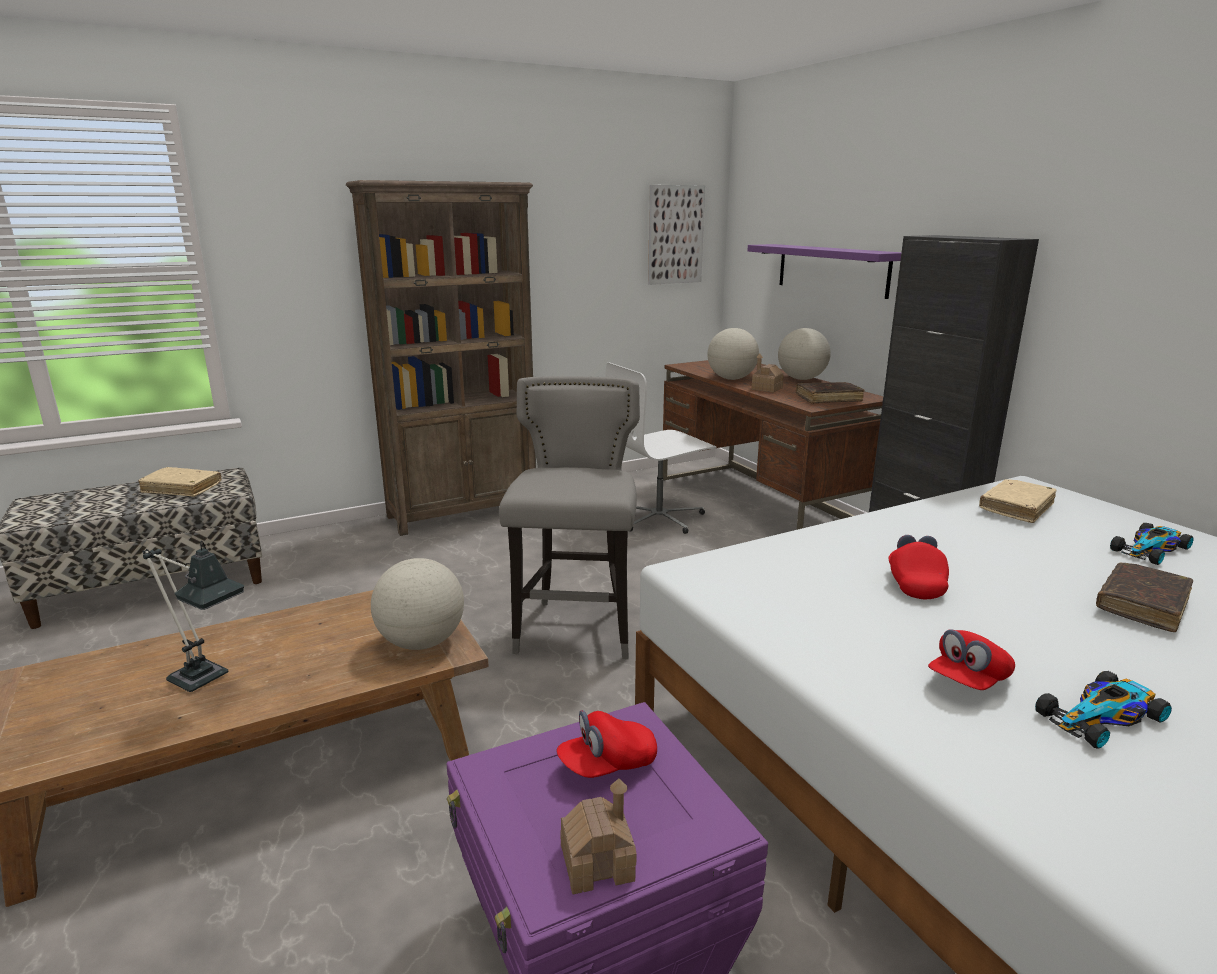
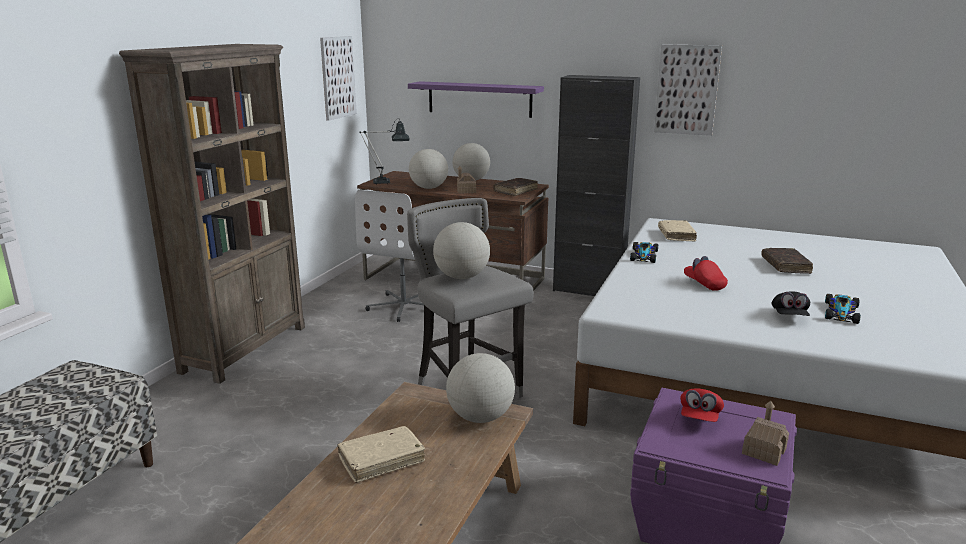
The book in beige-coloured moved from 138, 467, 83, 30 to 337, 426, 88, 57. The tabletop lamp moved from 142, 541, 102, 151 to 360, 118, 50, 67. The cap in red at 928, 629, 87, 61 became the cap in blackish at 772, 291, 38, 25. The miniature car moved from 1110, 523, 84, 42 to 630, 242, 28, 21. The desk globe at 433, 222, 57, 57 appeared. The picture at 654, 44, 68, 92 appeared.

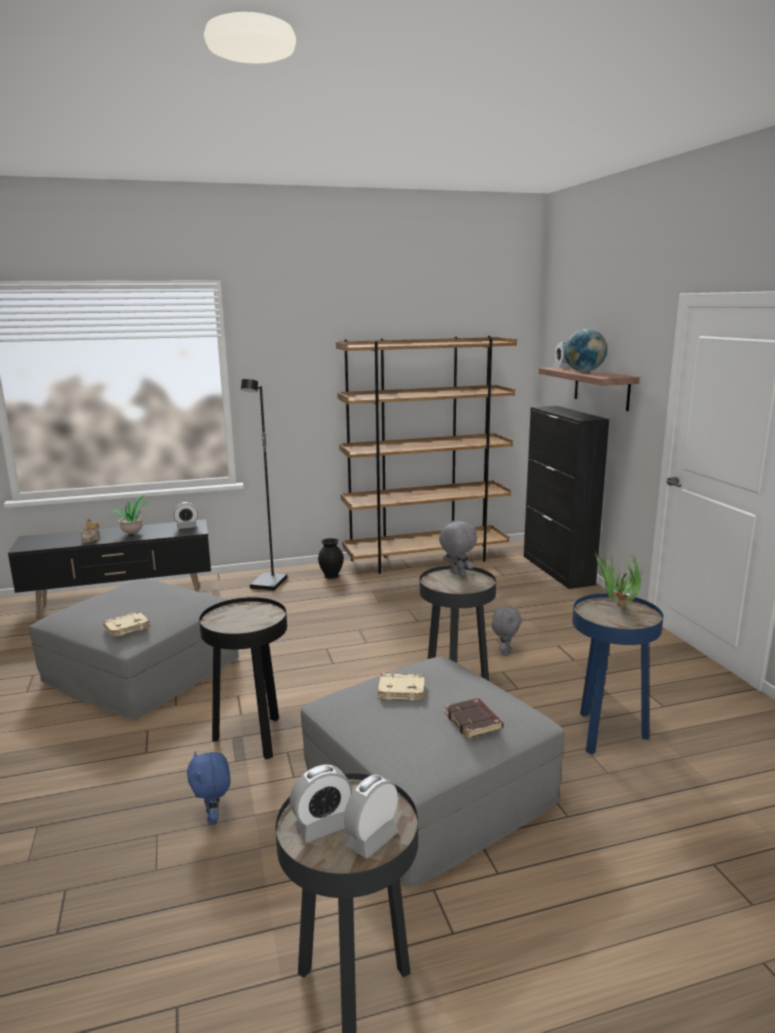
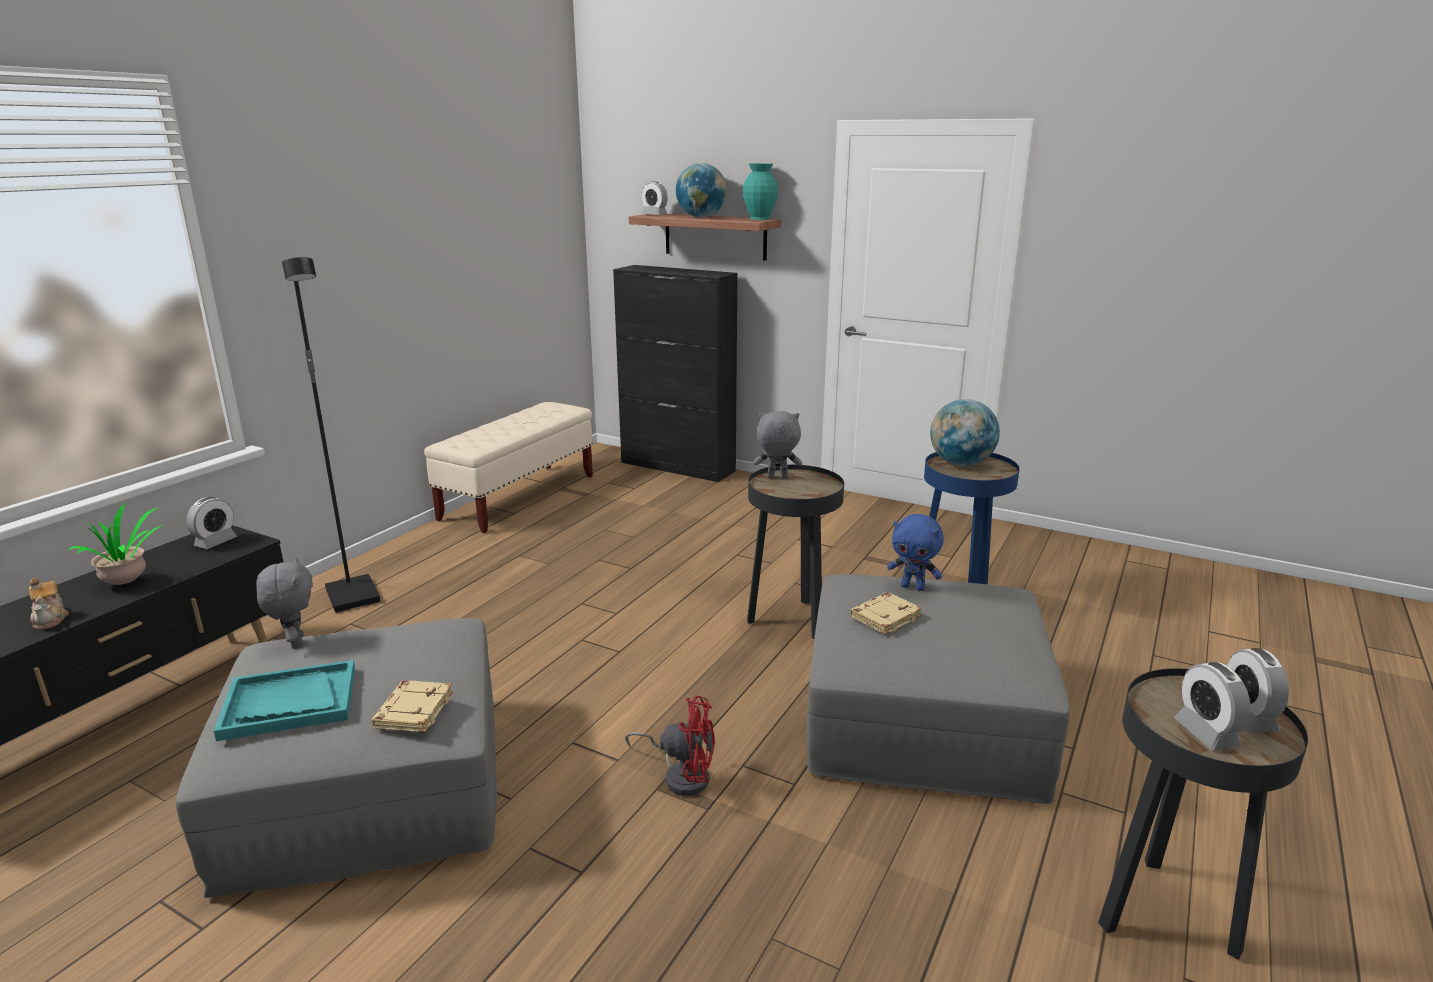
The soft toy in blue moved from 187, 751, 44, 73 to 887, 514, 56, 77. The side table in blackish at 199, 597, 88, 162 was replaced by the electric fan in red at 625, 696, 90, 100. The alarm clock at 290, 765, 62, 77 turned 150 degrees clockwise. The flower vase in blackish at 318, 538, 26, 41 disappeared. The bookshelf in brown at 336, 336, 181, 238 was replaced by the indoor bench in beige-coloured at 424, 402, 169, 131. The book in brown at 445, 698, 59, 41 disappeared. The soft toy in greyish moved from 492, 607, 30, 49 to 256, 558, 57, 91. The houseplant at 593, 551, 49, 57 was replaced by the desk globe at 930, 399, 70, 67. The tray in blue-green at 214, 660, 141, 81 appeared. The flower vase in blue-green at 743, 163, 35, 57 appeared.

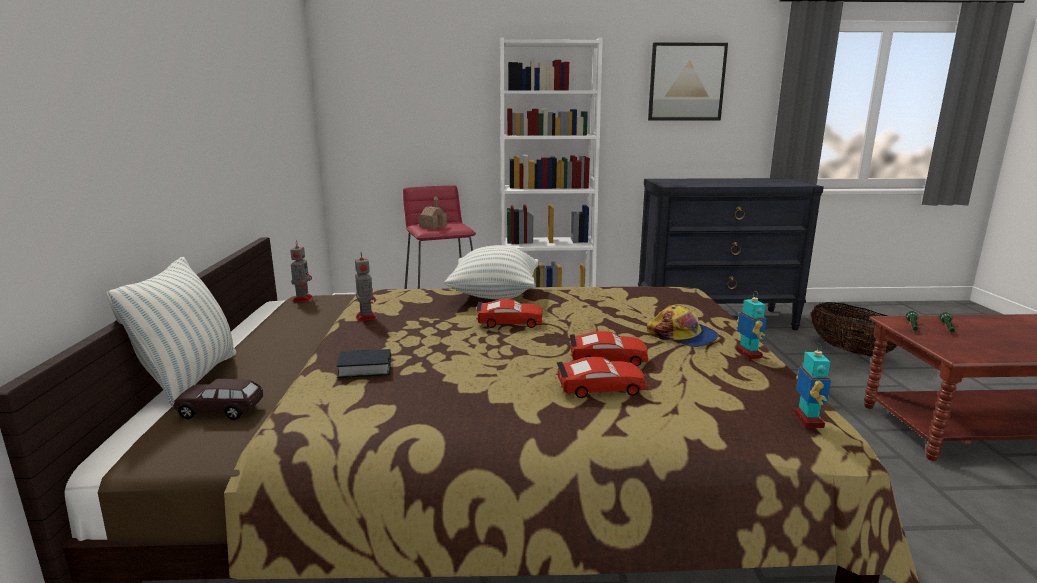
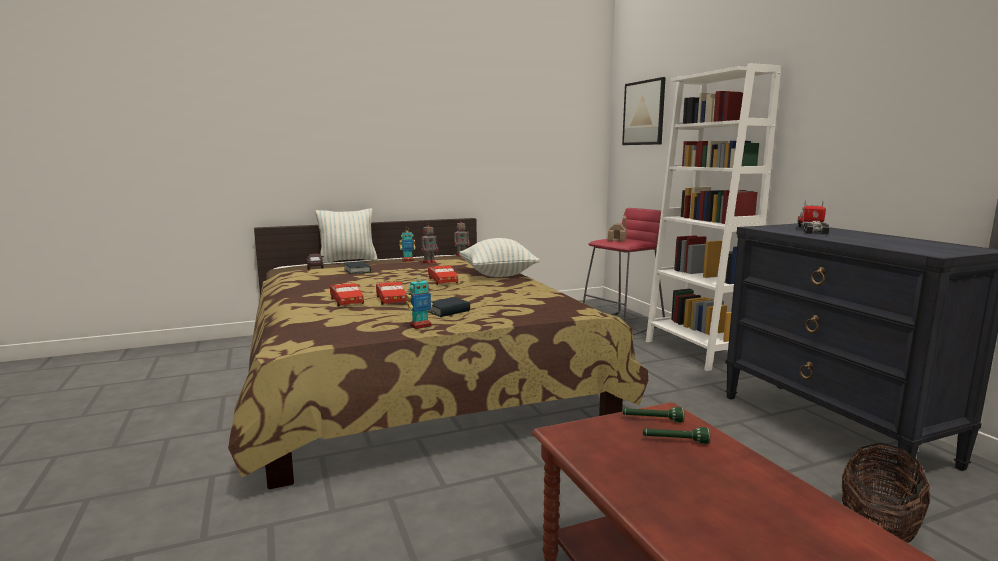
The cap at 647, 305, 71, 42 was replaced by the book at 428, 297, 42, 20. The picture moved from 648, 42, 80, 78 to 622, 77, 44, 68. The toy robot moved from 795, 344, 36, 84 to 399, 227, 17, 35. The model truck at 797, 200, 33, 34 appeared.

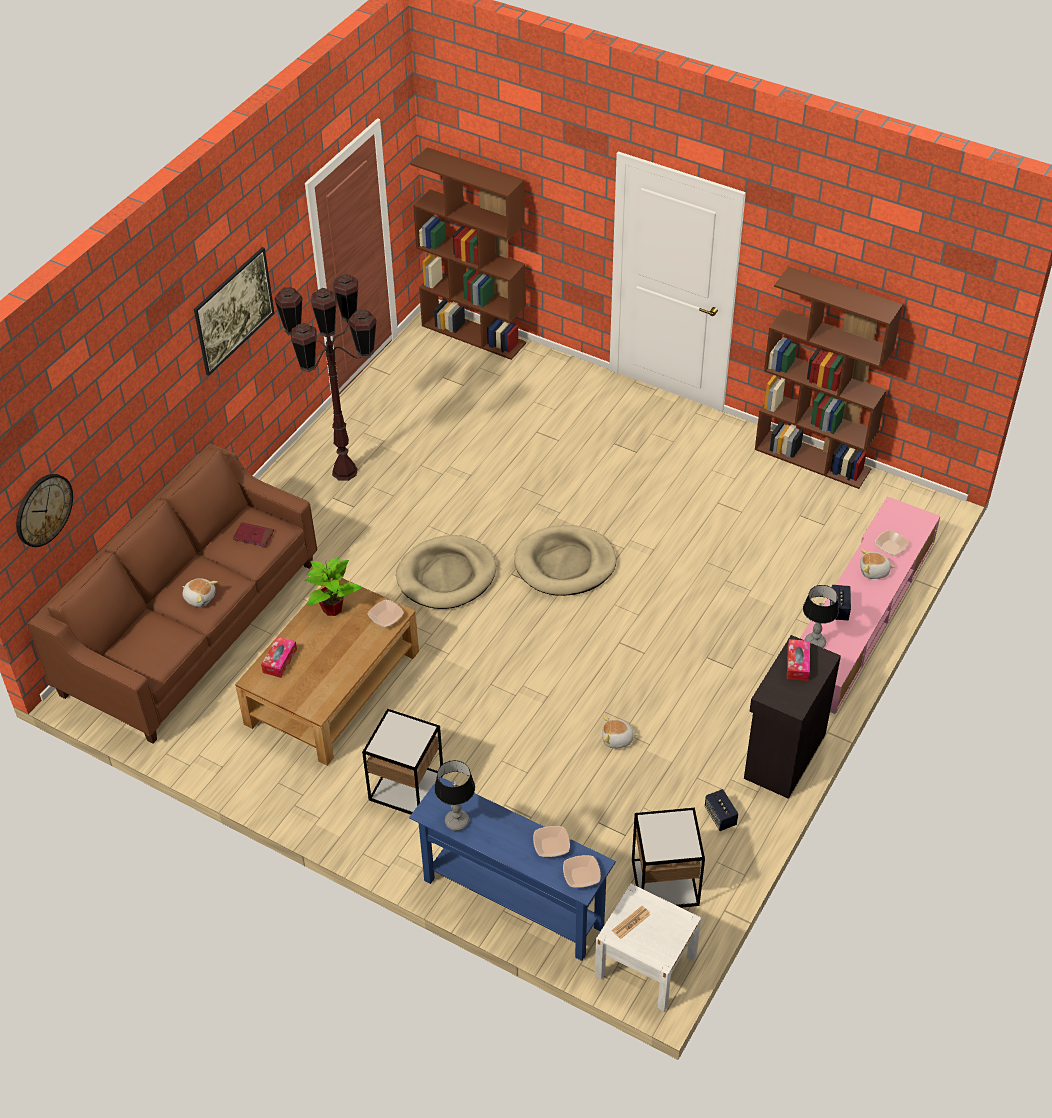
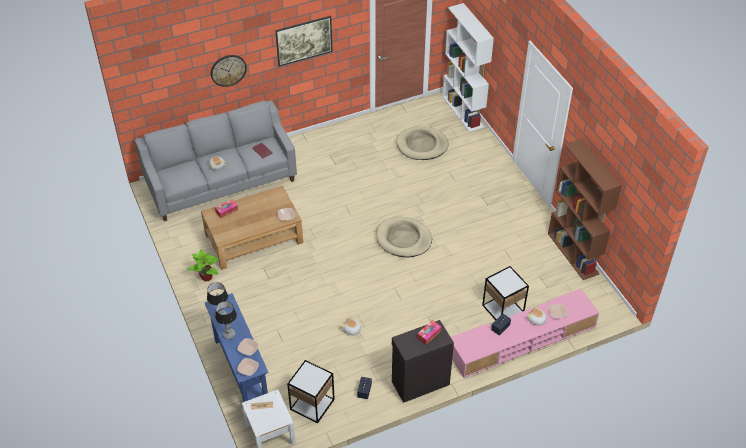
The wall clock moved from 16, 474, 57, 73 to 211, 55, 36, 32. The sofa in brown at 27, 444, 290, 299 became the sofa in greyish at 134, 100, 163, 121. The floor lamp in brown at 274, 274, 103, 207 disappeared. The houseplant moved from 305, 557, 58, 59 to 187, 249, 32, 32. The side table moved from 362, 709, 81, 106 to 482, 266, 47, 54. The dog bed in beige-coloured moved from 396, 535, 100, 74 to 396, 126, 52, 34. The bookshelf in brown at 410, 147, 116, 213 became the bookshelf in white at 442, 3, 52, 129. The tabletop lamp moved from 803, 585, 36, 63 to 215, 301, 22, 38.

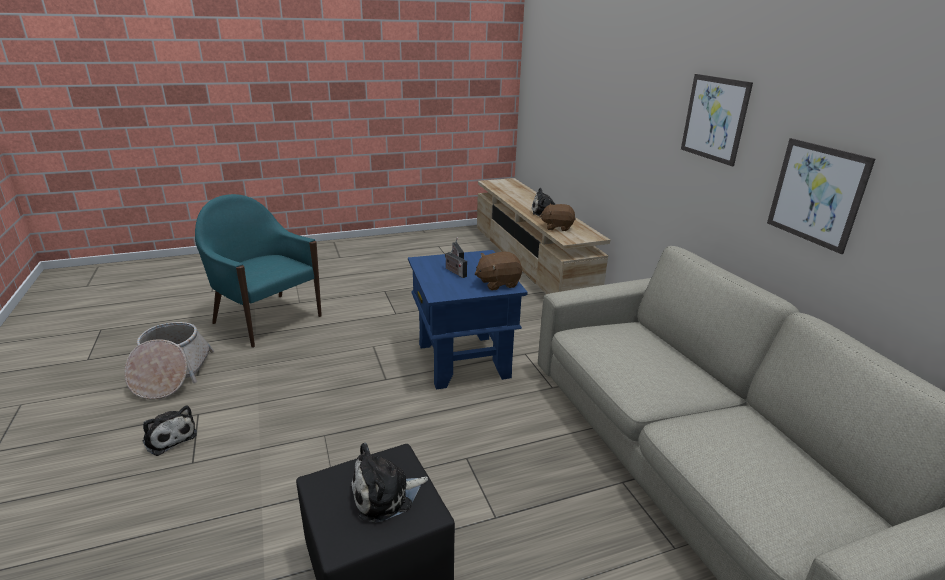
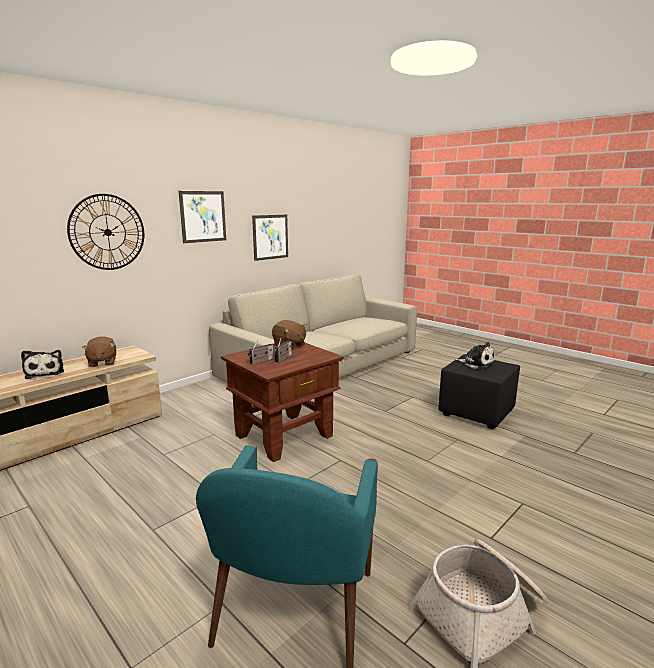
The soft toy at 142, 405, 55, 51 disappeared. The side table in blue at 408, 250, 120, 140 became the side table in brown at 221, 343, 123, 119. The wall clock at 67, 194, 77, 76 appeared.

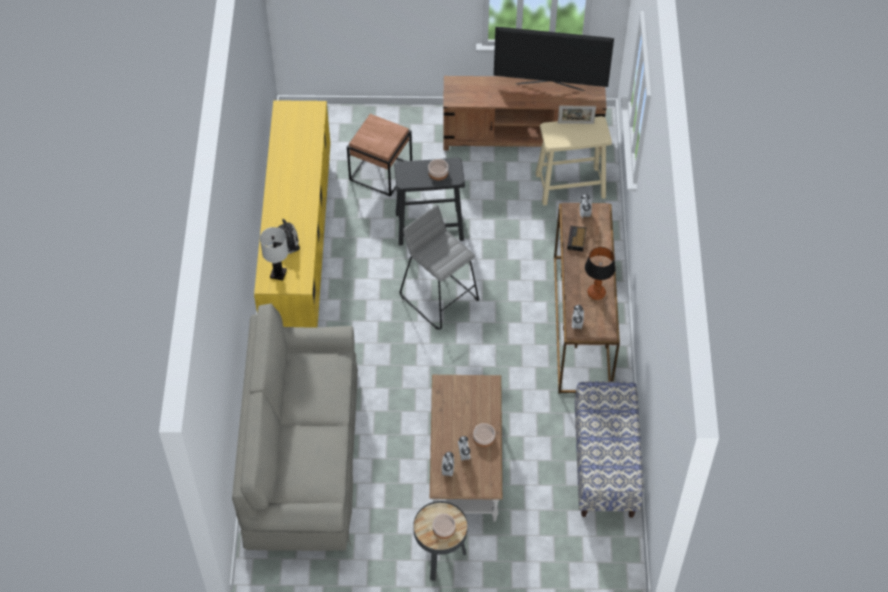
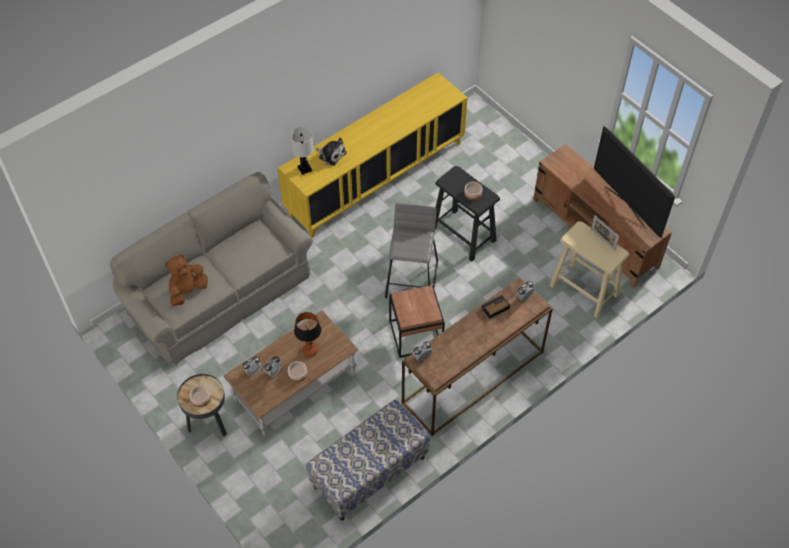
The side table in brown moved from 347, 114, 65, 83 to 389, 285, 56, 73. The tabletop lamp moved from 585, 247, 30, 53 to 294, 312, 27, 45. The soft toy in brown at 165, 254, 43, 52 appeared.

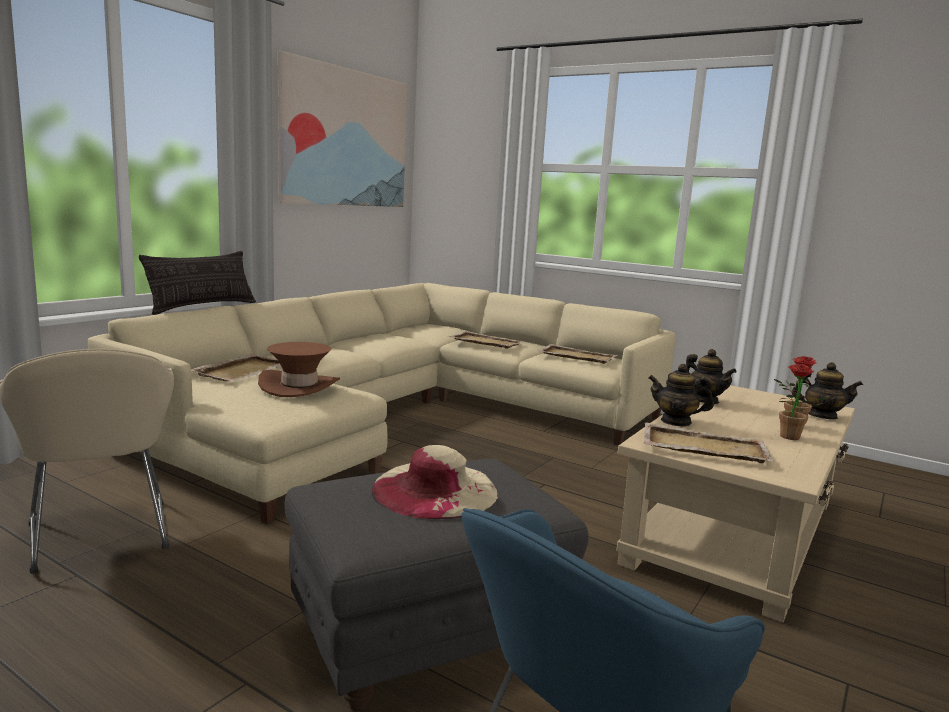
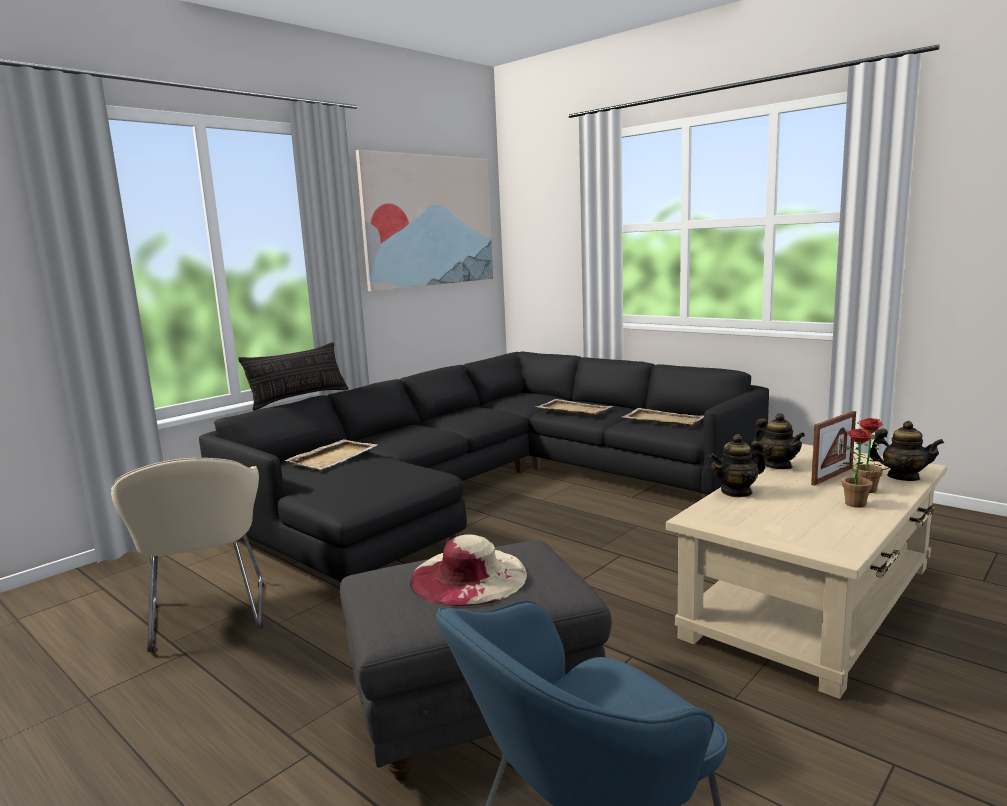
The sofa in beige-coloured at 88, 283, 588, 241 became the sofa in blackish at 199, 351, 570, 231. The clothing hat in brown at 258, 342, 82, 55 disappeared. The tray in beige-coloured at 644, 423, 130, 40 disappeared. The pot for tea at 648, 364, 66, 62 turned 45 degrees counterclockwise. The photo frame at 811, 411, 45, 75 appeared.

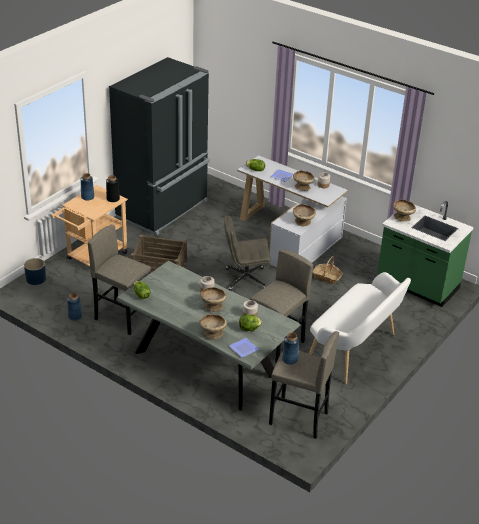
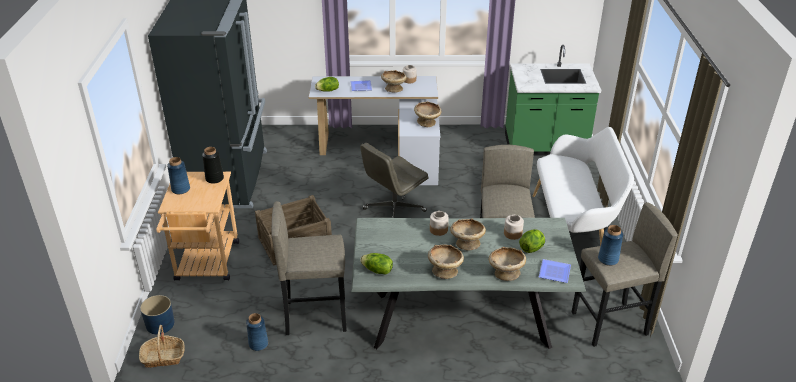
The household basket moved from 313, 256, 30, 28 to 139, 325, 46, 43. The deep dish in beige-coloured moved from 393, 199, 23, 23 to 428, 244, 36, 35.

